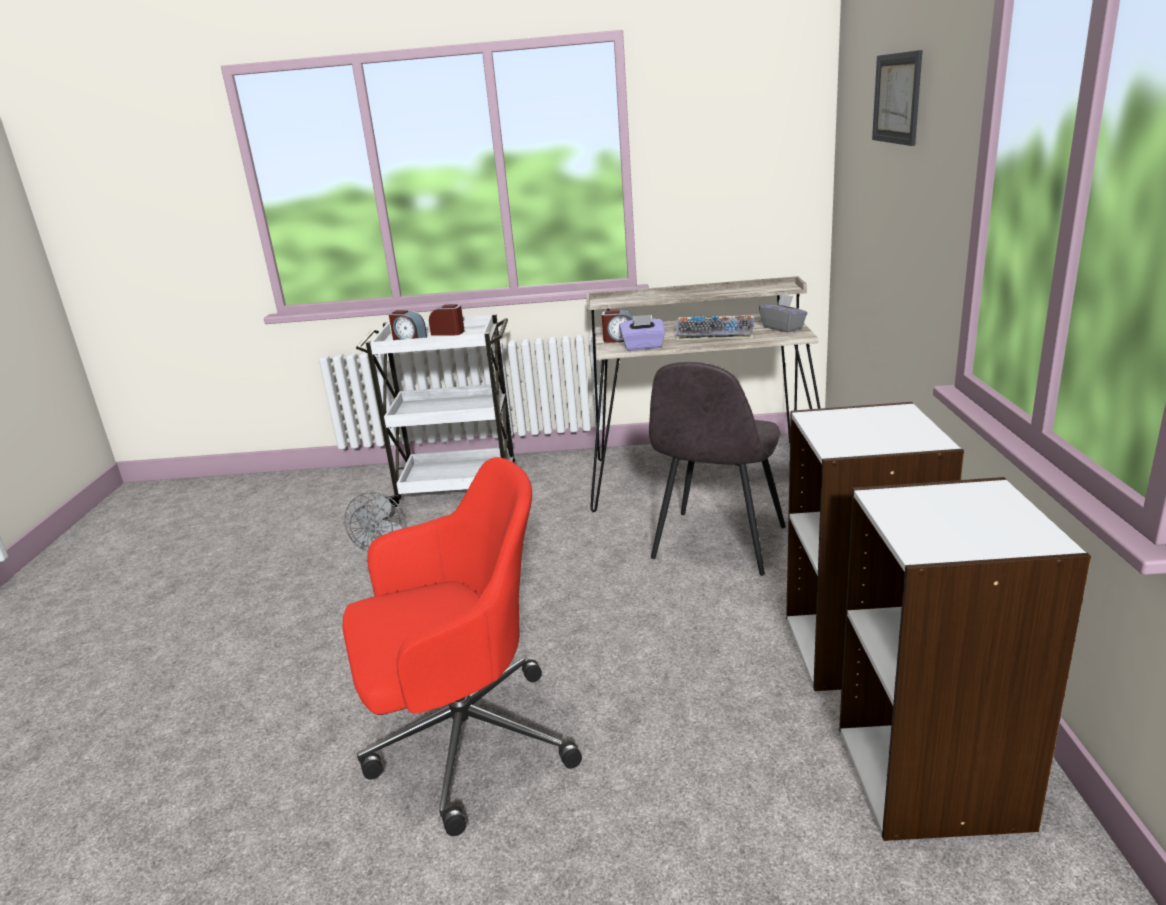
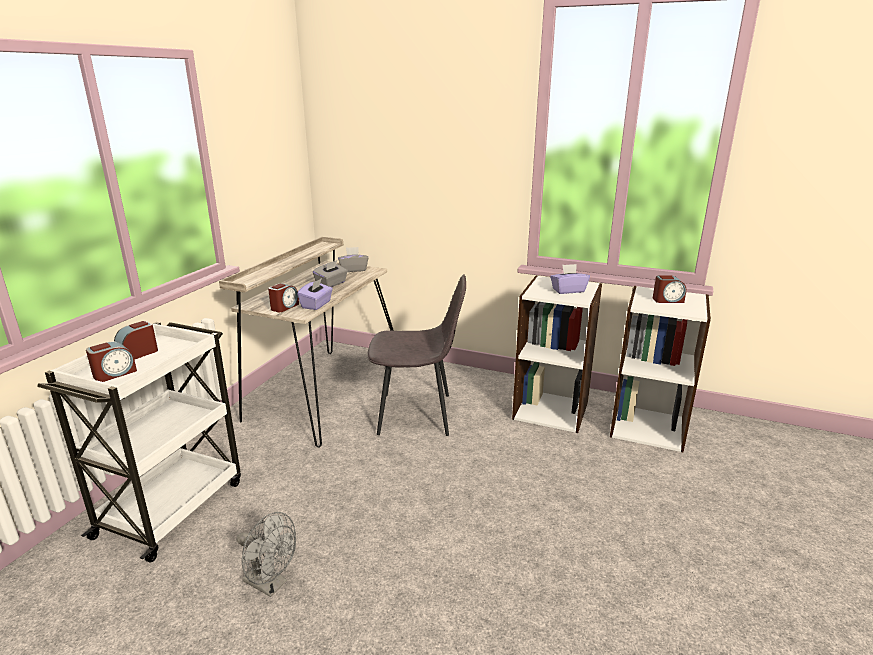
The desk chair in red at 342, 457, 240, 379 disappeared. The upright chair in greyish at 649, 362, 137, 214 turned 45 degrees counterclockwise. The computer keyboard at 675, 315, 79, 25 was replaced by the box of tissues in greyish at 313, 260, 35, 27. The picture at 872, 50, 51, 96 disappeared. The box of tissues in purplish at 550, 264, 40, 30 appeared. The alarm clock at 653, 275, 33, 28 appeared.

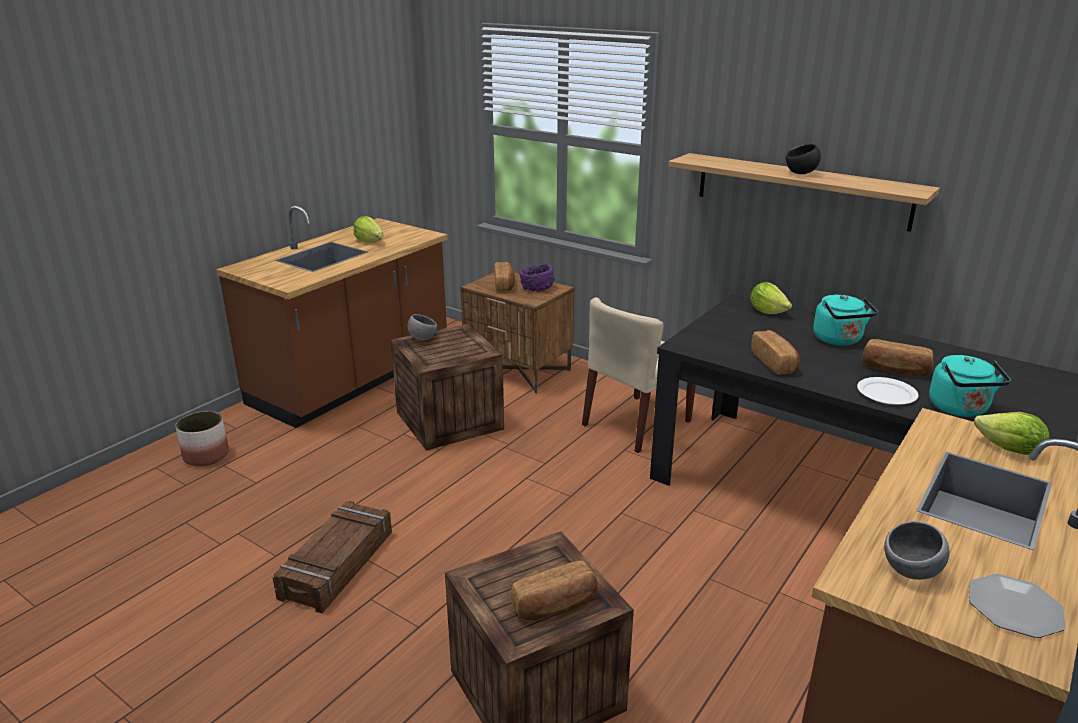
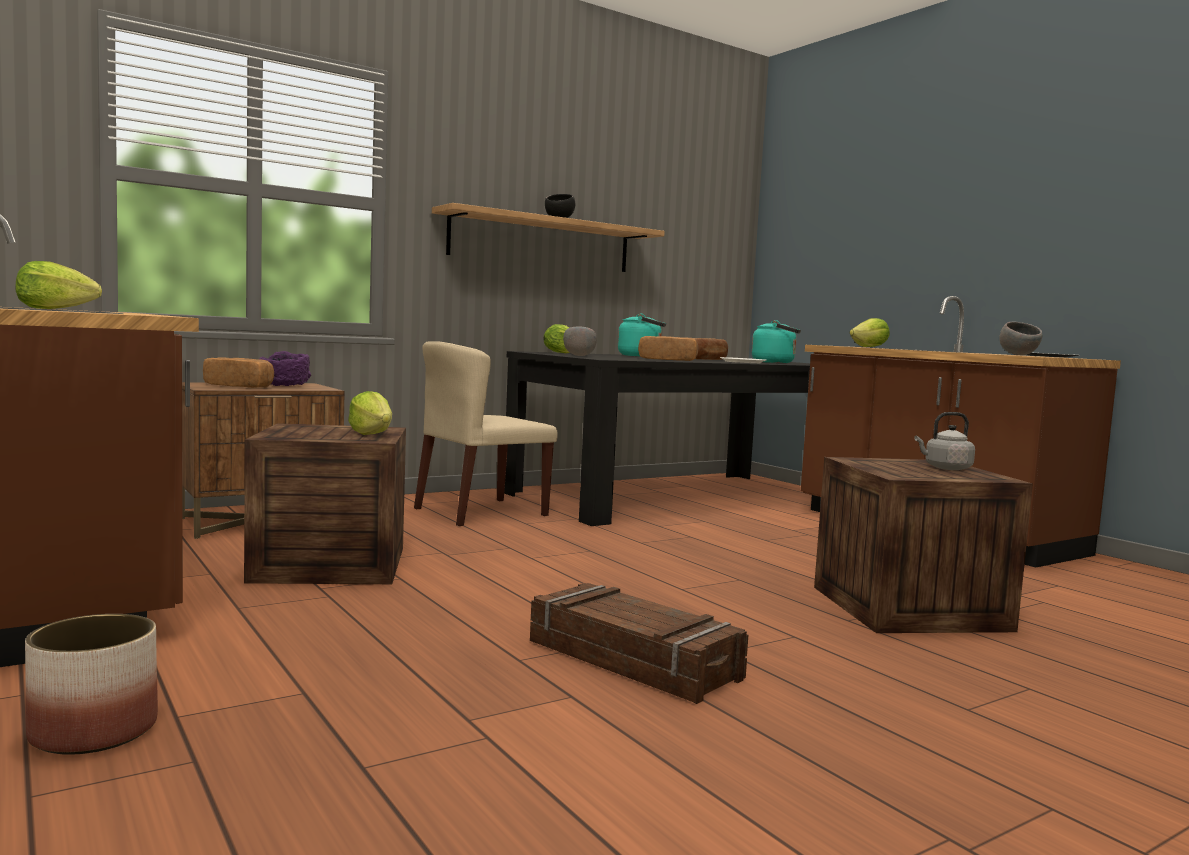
The deep dish in greyish moved from 408, 314, 29, 26 to 563, 326, 34, 30. The bread at 511, 561, 87, 60 was replaced by the water kettle in greyish at 914, 412, 61, 58. The upright chair in beige-coloured at 582, 297, 114, 156 turned 75 degrees clockwise. The lettuce at 348, 391, 44, 44 appeared.

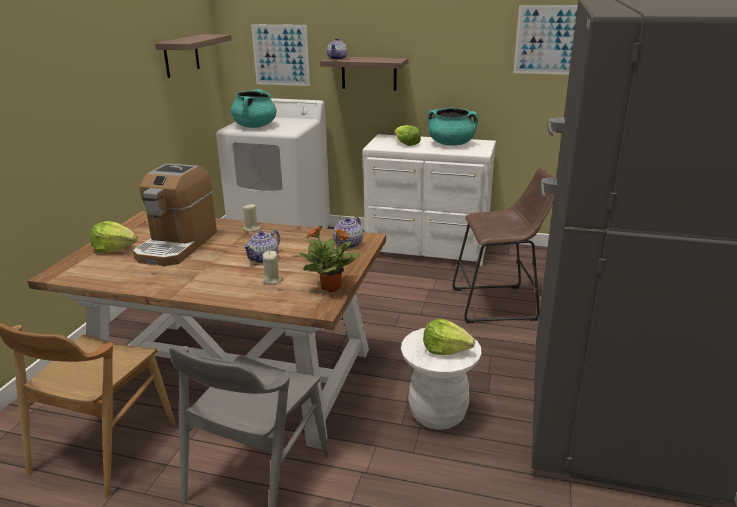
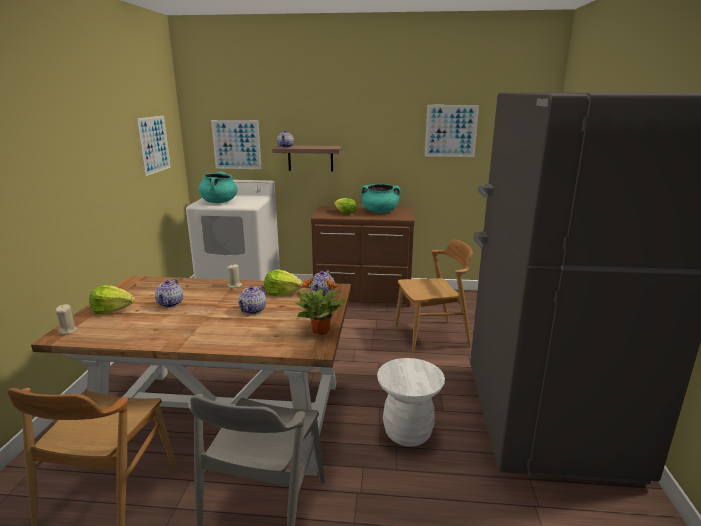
The coffee maker at 133, 163, 84, 103 was replaced by the pot for tea at 155, 279, 28, 29. The wall shelf at 155, 34, 77, 44 was replaced by the picture at 136, 116, 35, 60. The candle in beige-coloured moved from 262, 251, 19, 34 to 56, 304, 21, 31. The dresser in white at 363, 134, 133, 132 became the dresser in brown at 311, 206, 104, 101. The lettuce moved from 423, 318, 52, 37 to 264, 269, 39, 27. The sitting stool in brown at 452, 167, 104, 156 was replaced by the upright chair in brown at 395, 239, 78, 115.

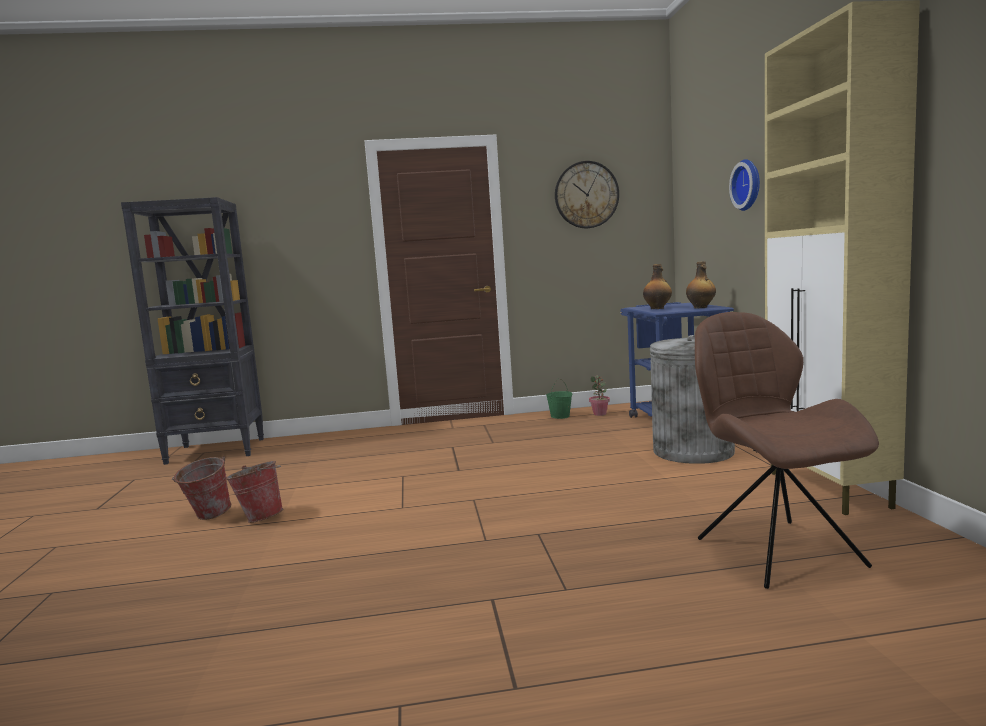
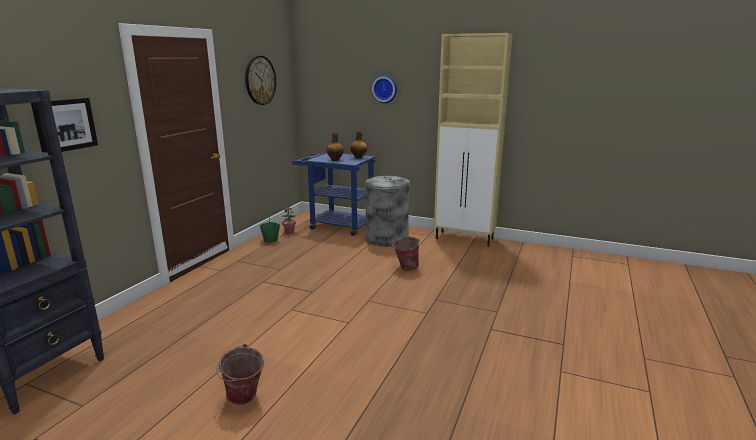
The bucket moved from 225, 461, 58, 62 to 392, 237, 28, 34. The upright chair in brown at 695, 312, 184, 277 disappeared. The picture at 31, 98, 67, 55 appeared.

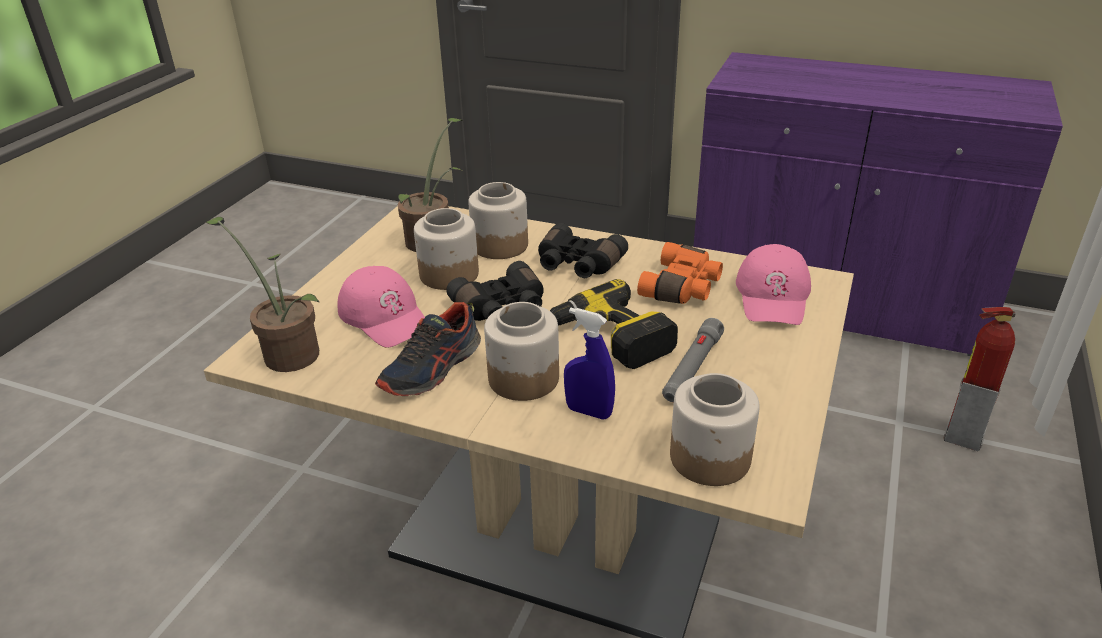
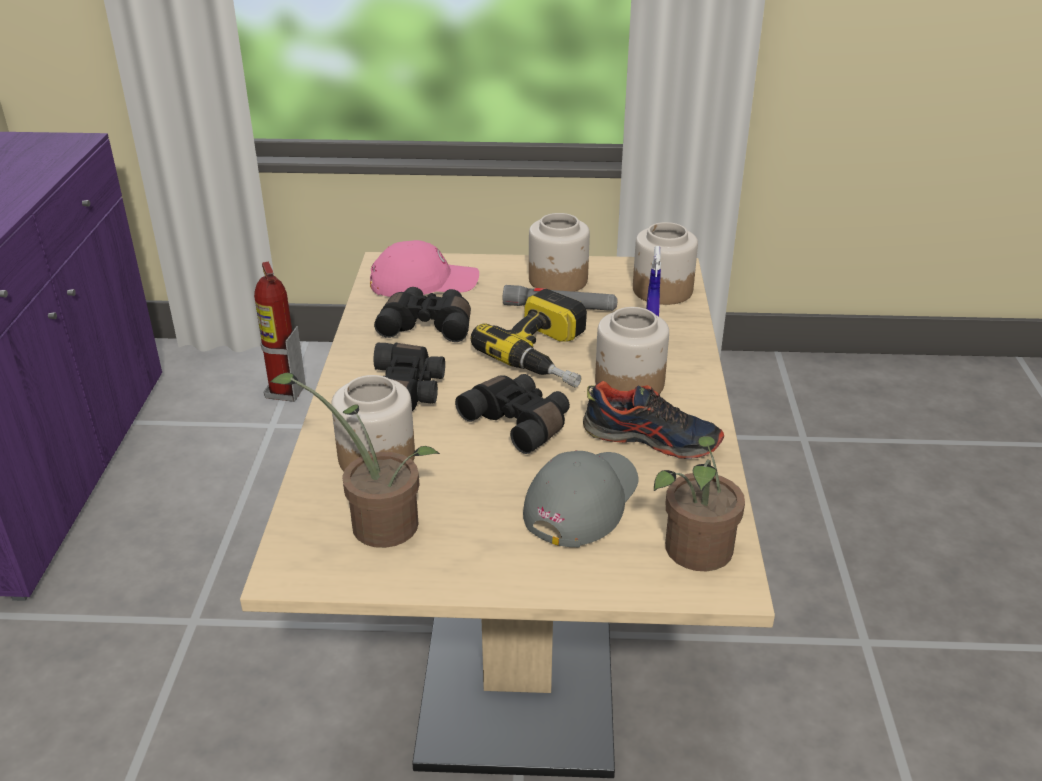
The cap in pink-coloured at 337, 266, 88, 82 became the cap in greyish at 523, 450, 115, 98. The preserve jar moved from 414, 208, 65, 82 to 529, 213, 61, 79. The field glasses in orange at 637, 242, 86, 62 became the field glasses in blackish at 374, 287, 97, 55.

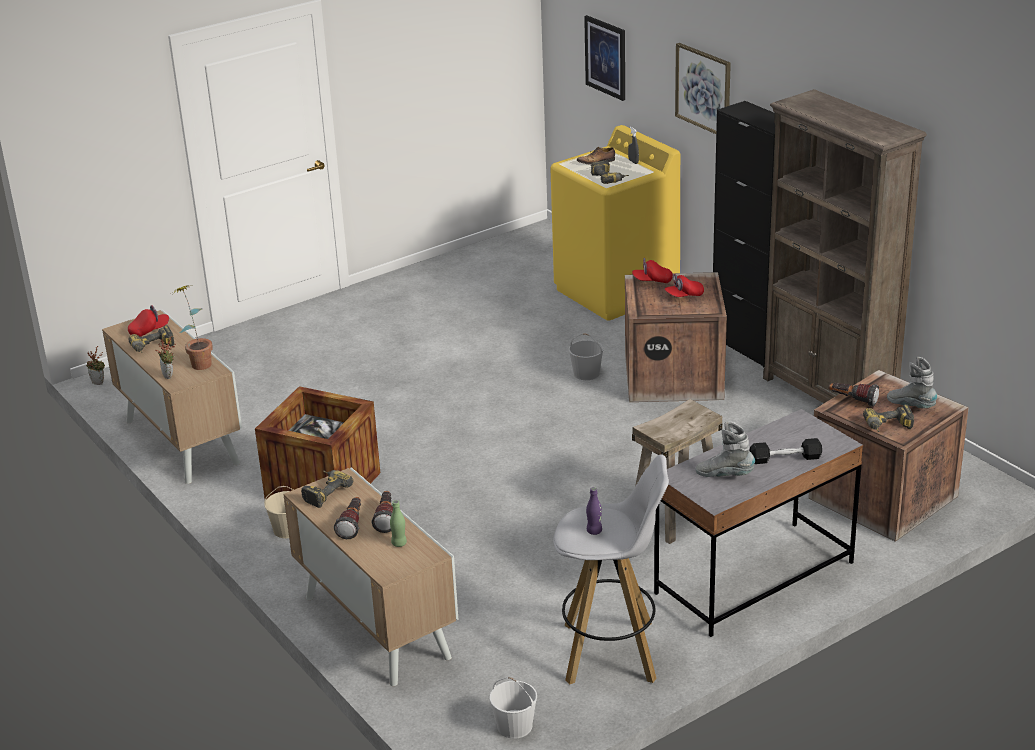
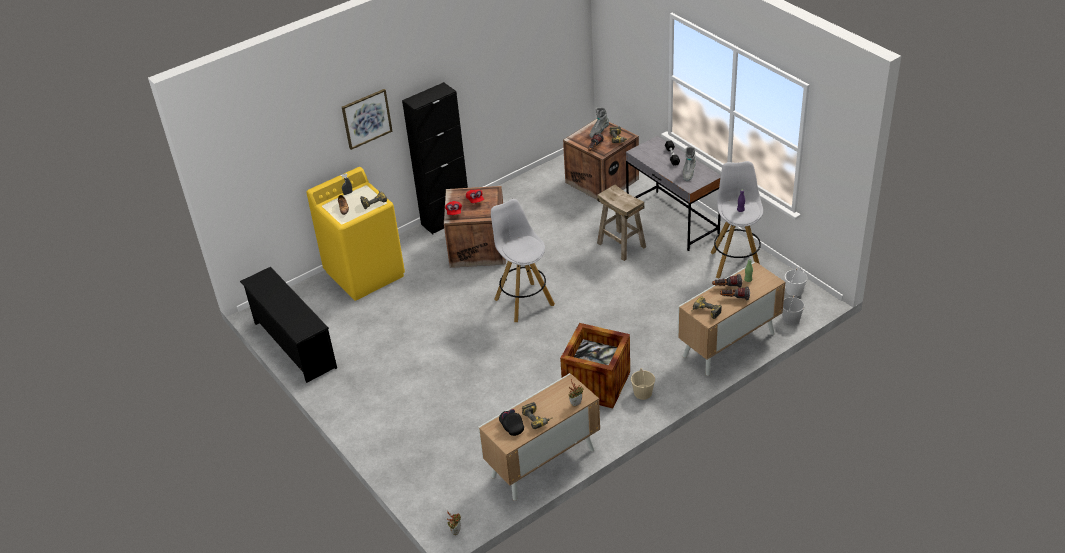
The cap in red at 128, 305, 41, 32 became the cap in blackish at 499, 409, 25, 27. The houseplant at 174, 285, 39, 85 disappeared. The bucket in white moved from 569, 333, 35, 47 to 782, 295, 23, 30. The picture at 584, 15, 41, 86 disappeared. The bookshelf in brown at 763, 89, 164, 314 disappeared. The shoe stand in blackish at 240, 267, 97, 116 appeared. The sitting stool in white at 491, 199, 64, 123 appeared.

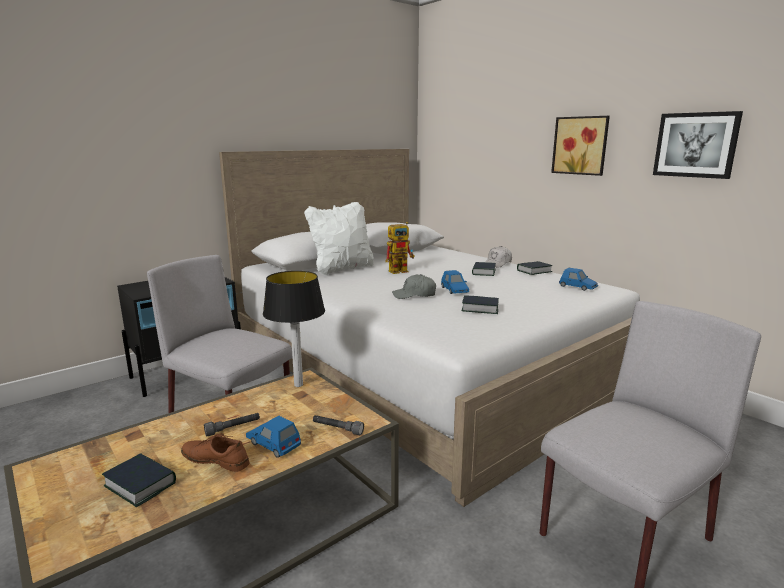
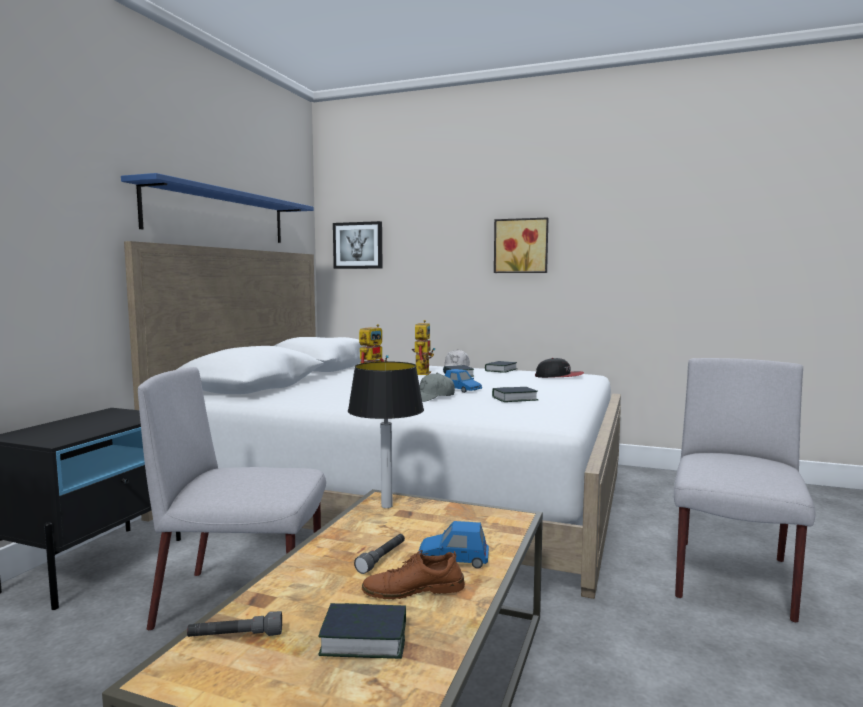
The throw pillow in white at 304, 202, 70, 74 disappeared. The torch in greyish moved from 313, 415, 51, 20 to 187, 611, 95, 26. The miniature car in blue at 559, 268, 39, 23 was replaced by the cap at 535, 358, 49, 20. The picture moved from 653, 111, 90, 68 to 333, 221, 50, 48. The wall shelf in blue at 121, 173, 193, 70 appeared. The toy robot at 412, 320, 23, 55 appeared.

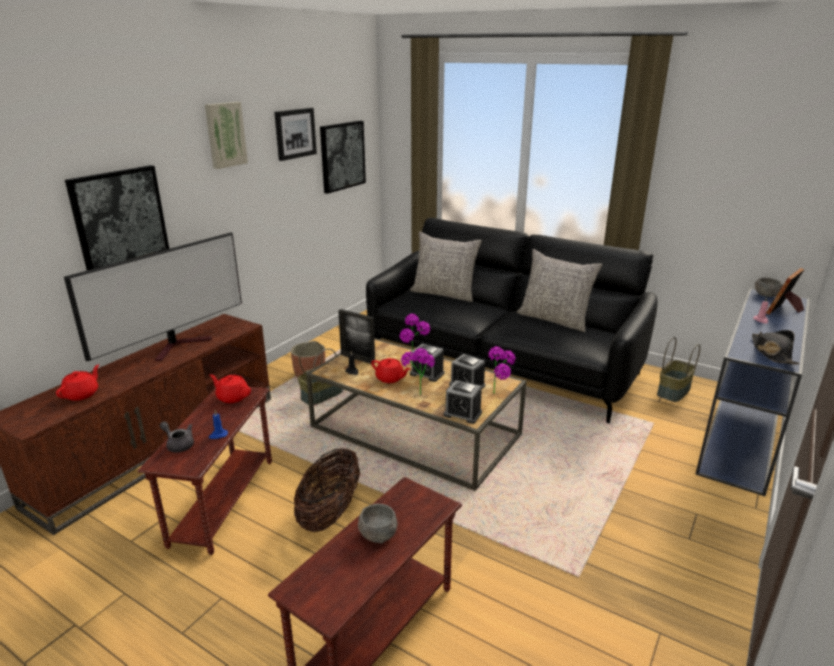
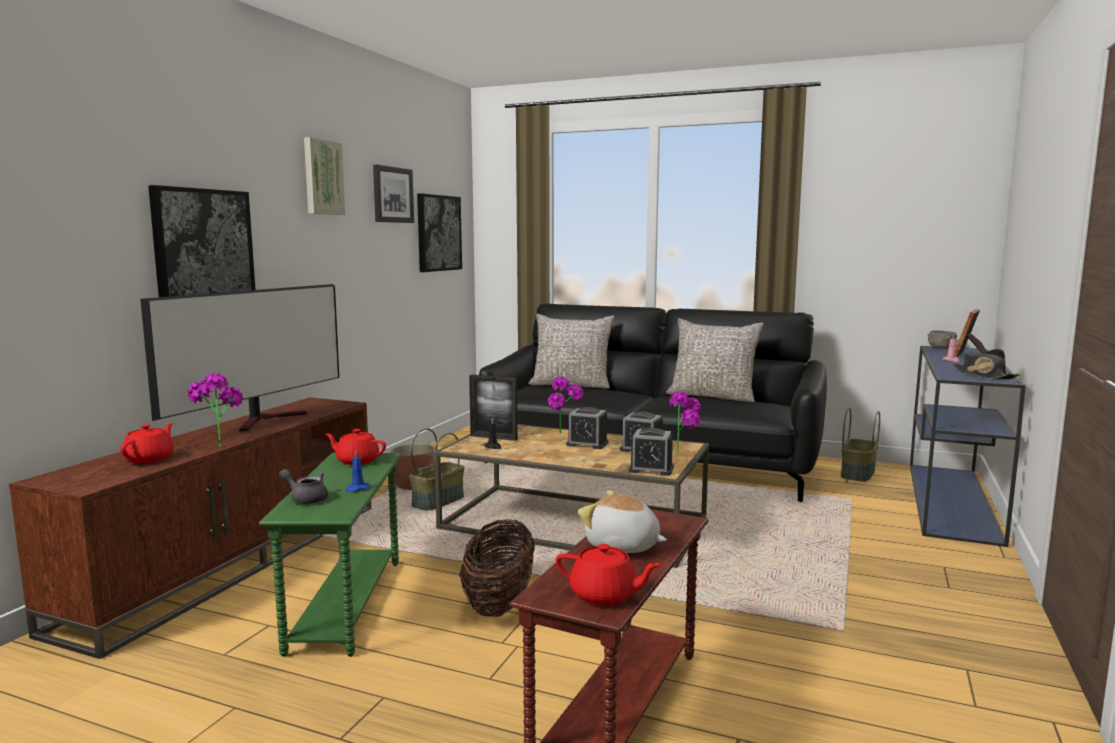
The side table in brown at 138, 387, 134, 168 became the side table in green at 259, 453, 143, 204. The deep dish in greyish at 358, 504, 40, 39 was replaced by the soft toy at 578, 490, 89, 63. The pot for tea in red moved from 371, 358, 39, 25 to 556, 544, 105, 62. The houseplant moved from 401, 348, 34, 47 to 188, 373, 55, 74.

